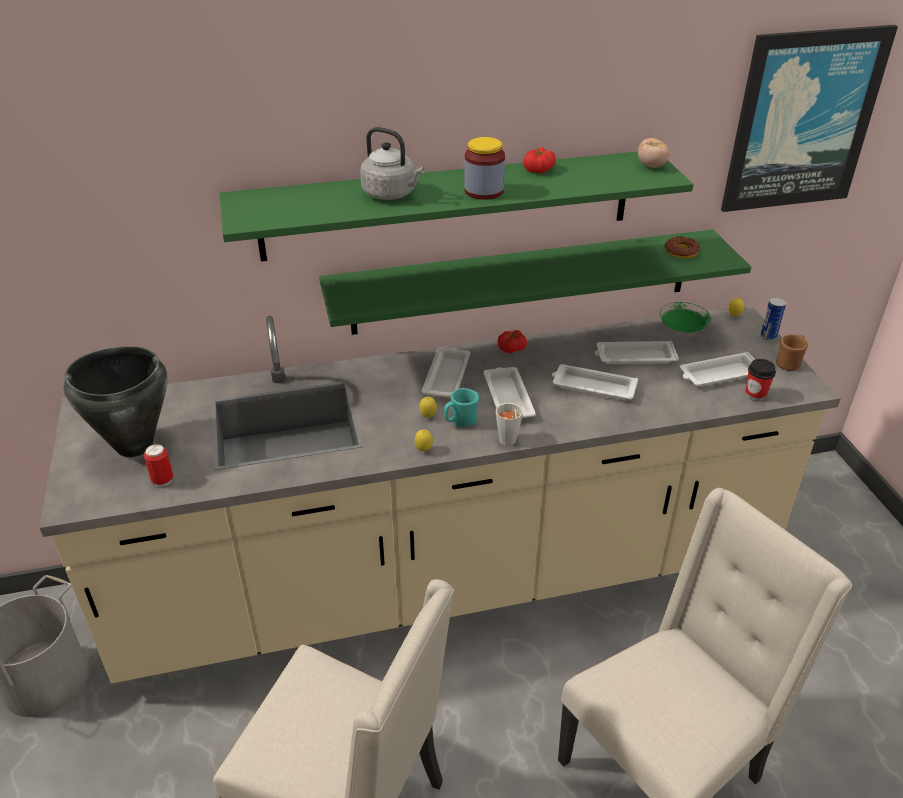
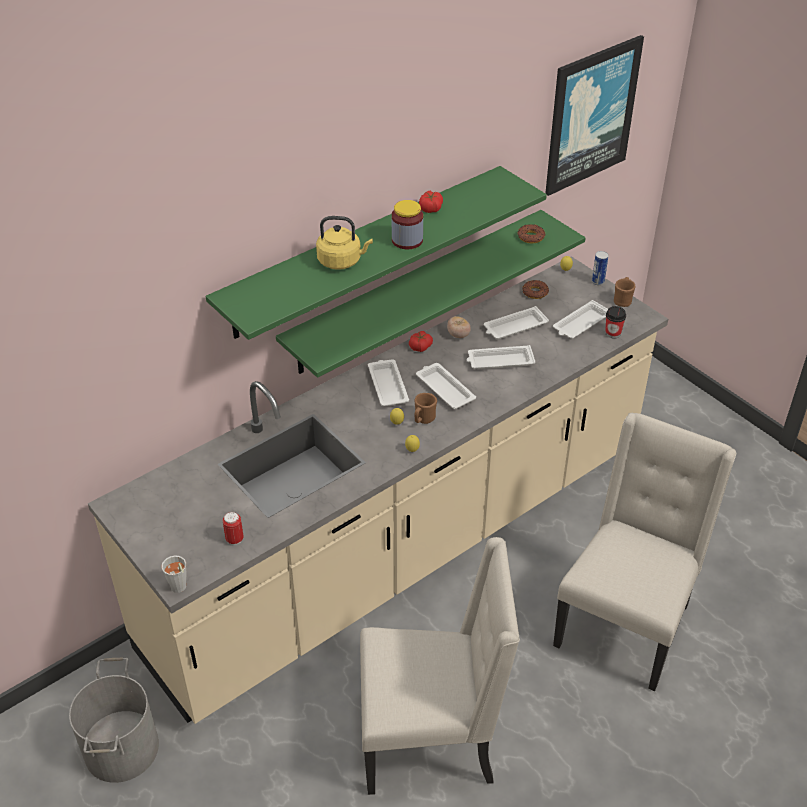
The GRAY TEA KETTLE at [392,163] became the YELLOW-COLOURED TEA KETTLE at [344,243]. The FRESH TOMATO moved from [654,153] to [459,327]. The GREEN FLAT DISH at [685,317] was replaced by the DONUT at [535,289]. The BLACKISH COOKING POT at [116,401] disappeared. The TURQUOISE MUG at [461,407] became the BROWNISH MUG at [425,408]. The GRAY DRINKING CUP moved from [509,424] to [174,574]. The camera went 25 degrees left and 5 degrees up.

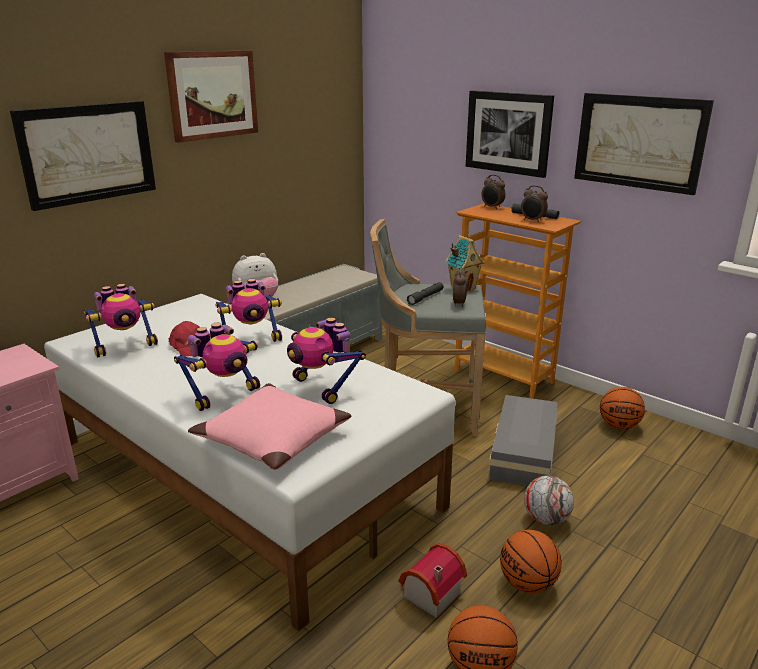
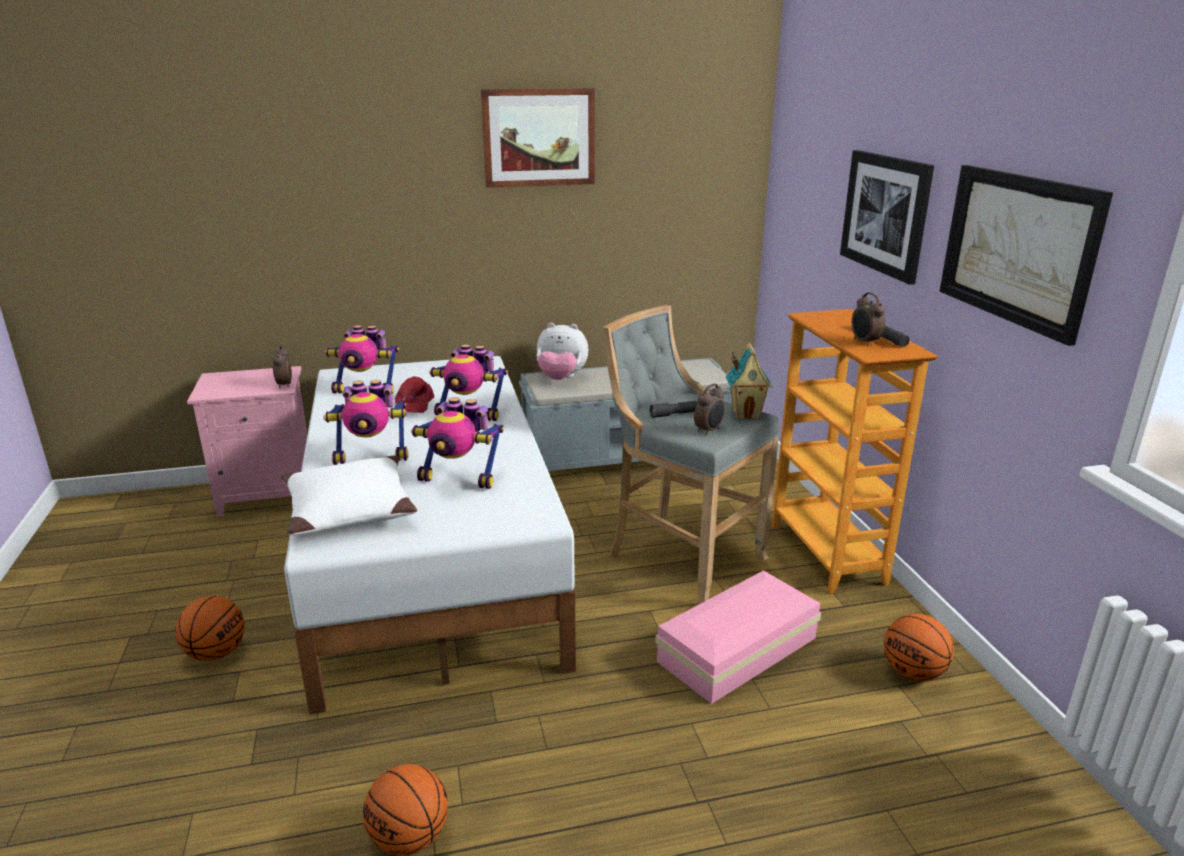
The WALL PICTURE at [83,156] disappeared. The ALARM CLOCK moved from [494,192] to [282,367]. The MODEL ROBOT at [326,361] turned 75 degrees counterclockwise. The PINKISH THROW PILLOW at [270,426] became the WHITE THROW PILLOW at [349,495]. The GRAY STORAGE BIN at [523,440] became the PINKISH STORAGE BIN at [738,637]. The FOOTBALL BALL at [549,500] disappeared. The BASKETBALL BALL moved from [531,561] to [210,628]. The MODEL HOUSE at [432,580] disappeared. The camera went 35 degrees right and 0 degrees up.

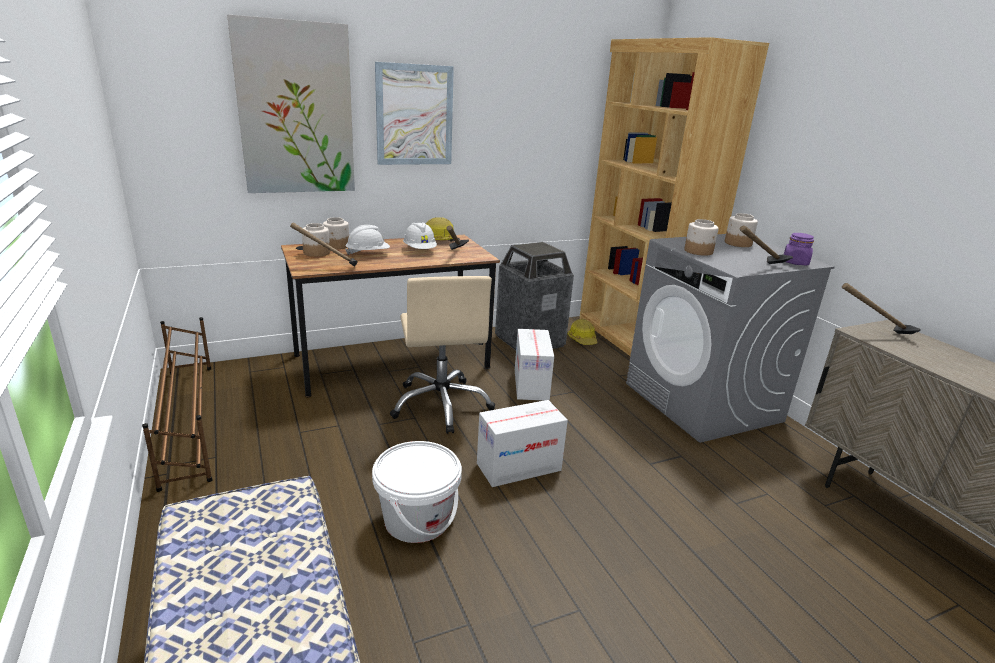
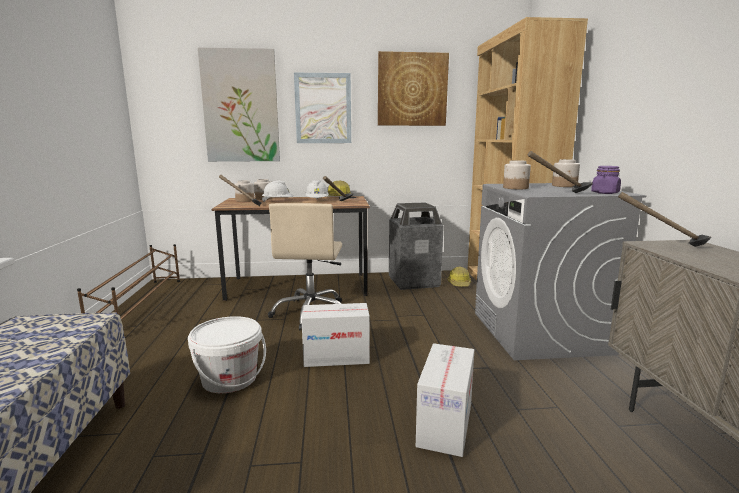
The CARDBOARD BOX moved from [534,365] to [445,400]. The WALL PICTURE at [413,88] appeared. The camera went 20 degrees right and 10 degrees down.

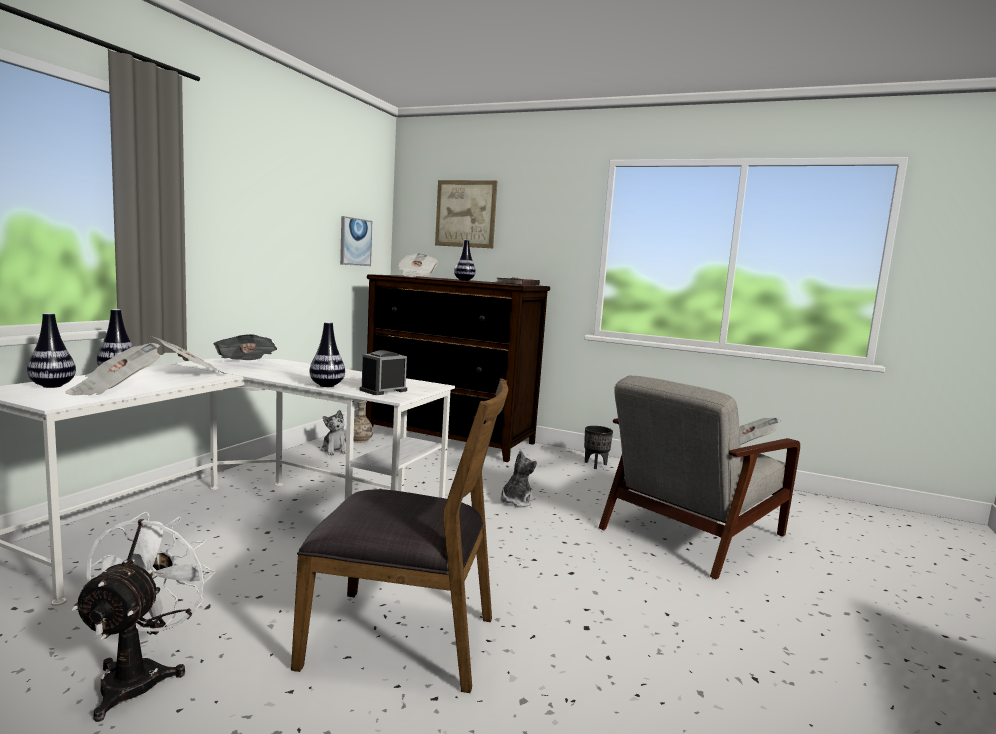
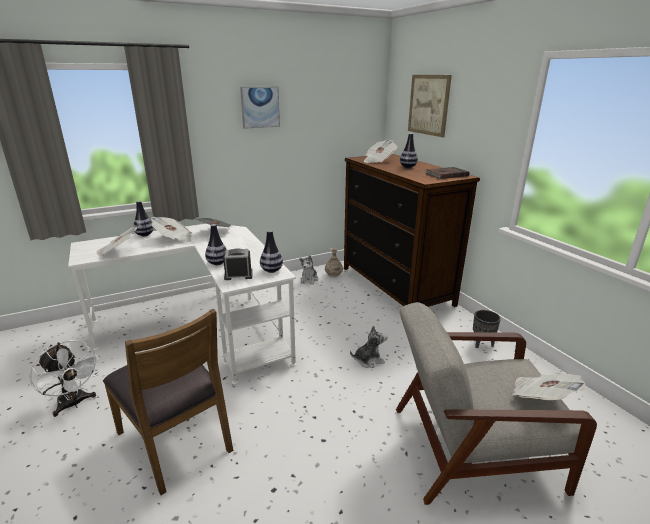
The WALL PICTURE moved from [356,241] to [260,107]. The FLOWER VASE moved from [51,350] to [271,251]. The WHITE ELECTRIC FAN at [143,617] turned 90 degrees clockwise. The camera went 40 degrees right and 15 degrees up.

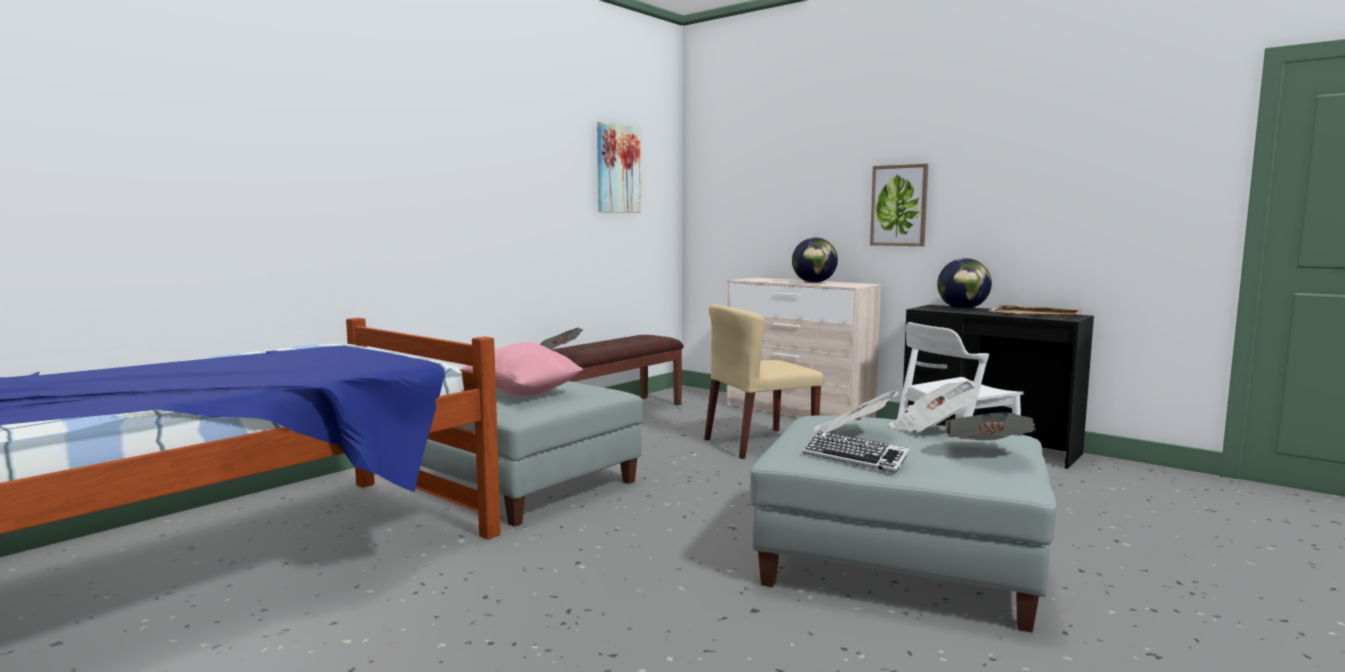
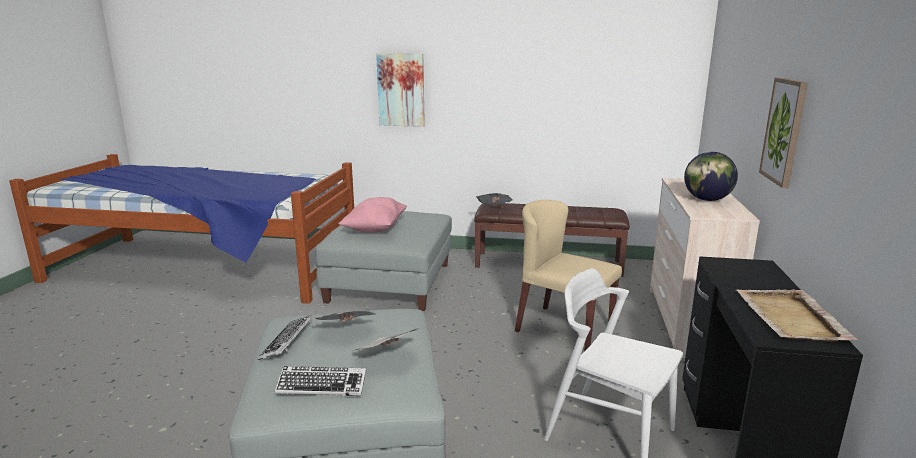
The WALL PICTURE moved from [619,167] to [400,90]. The GLOBE at [964,283] disappeared. The DAILY PAPER at [990,426] was replaced by the COMPUTER KEYBOARD at [320,381]. The camera went 60 degrees right and 10 degrees up.

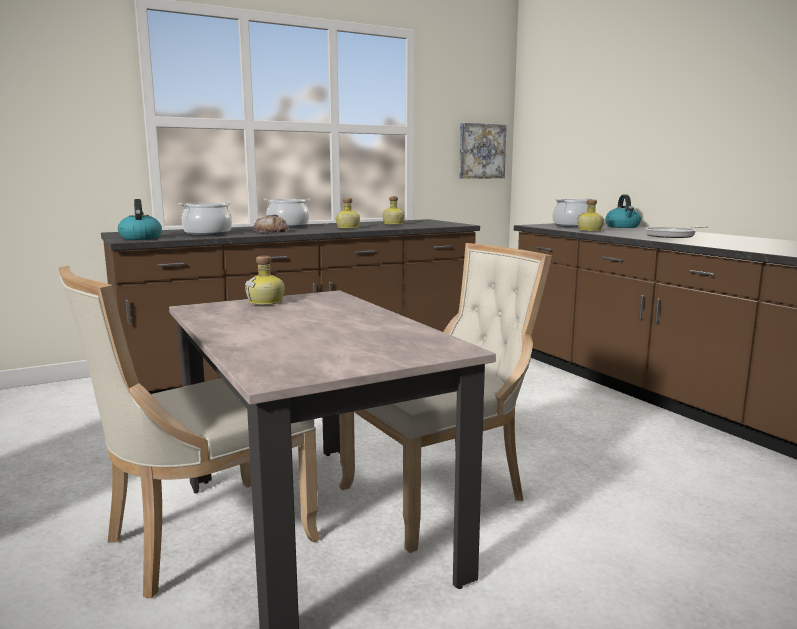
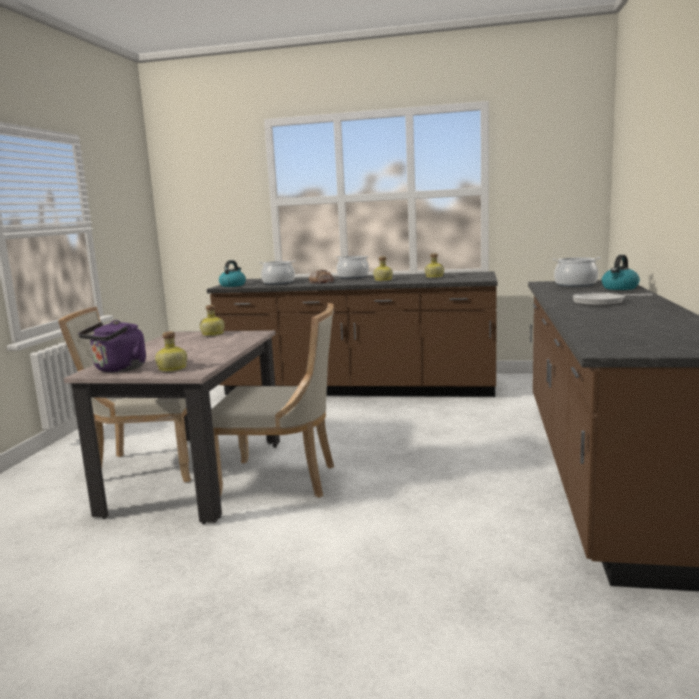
The WALL PICTURE at [483,151] disappeared. The BEVERAGE BOTTLE moved from [590,215] to [171,352]. The PURPLE TEA KETTLE at [112,346] appeared. The camera went 40 degrees right and 0 degrees up.

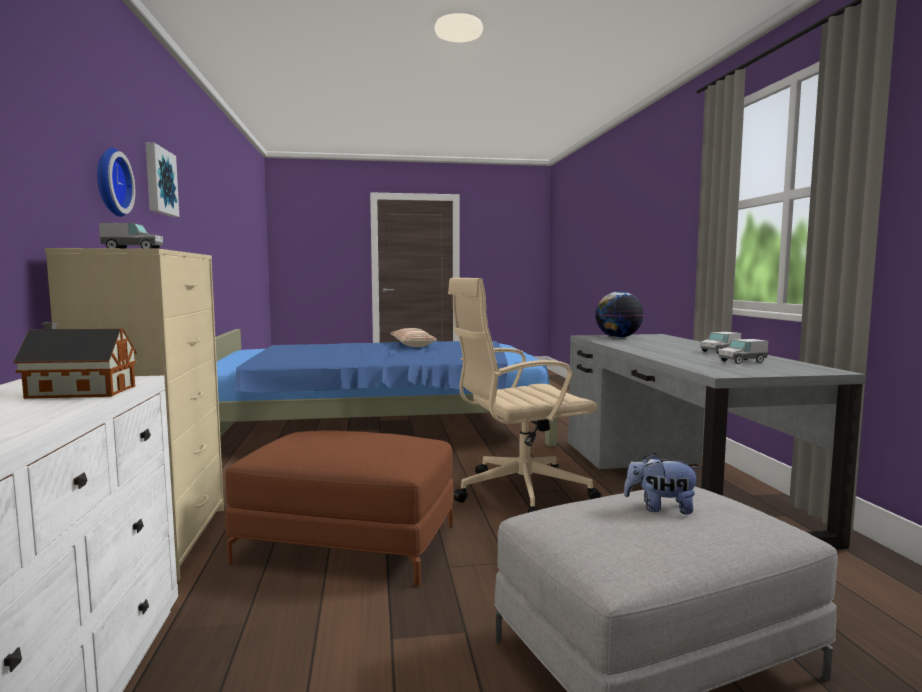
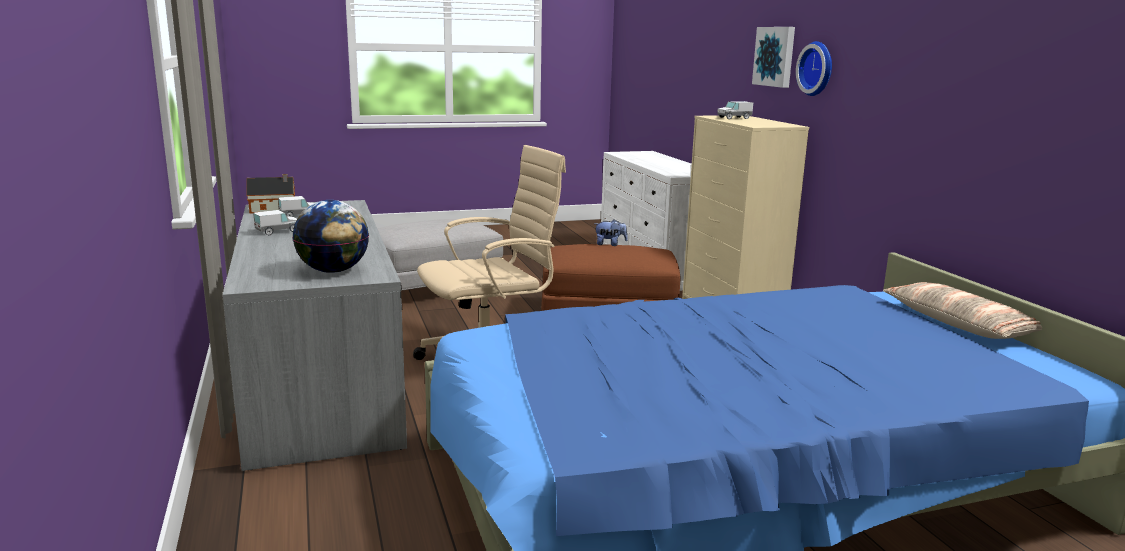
The WALL PICTURE moved from [162,179] to [773,57]. The MODEL HOUSE moved from [75,360] to [270,194]. The THROW PILLOW moved from [413,337] to [962,310]. The PLUSH TOY moved from [663,483] to [611,232]. The camera went 170 degrees right and 10 degrees up.

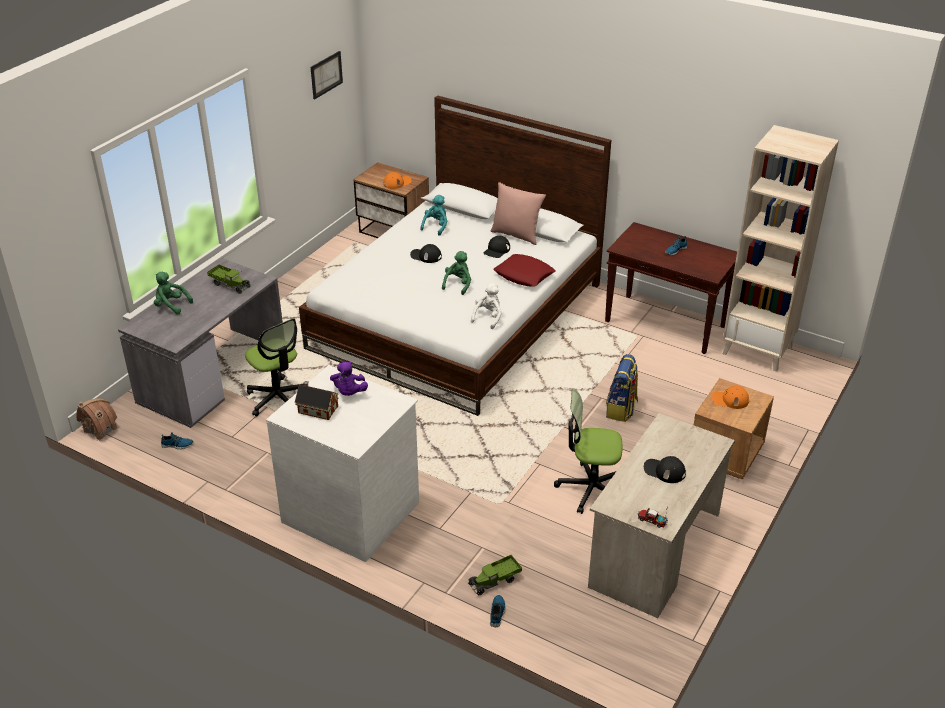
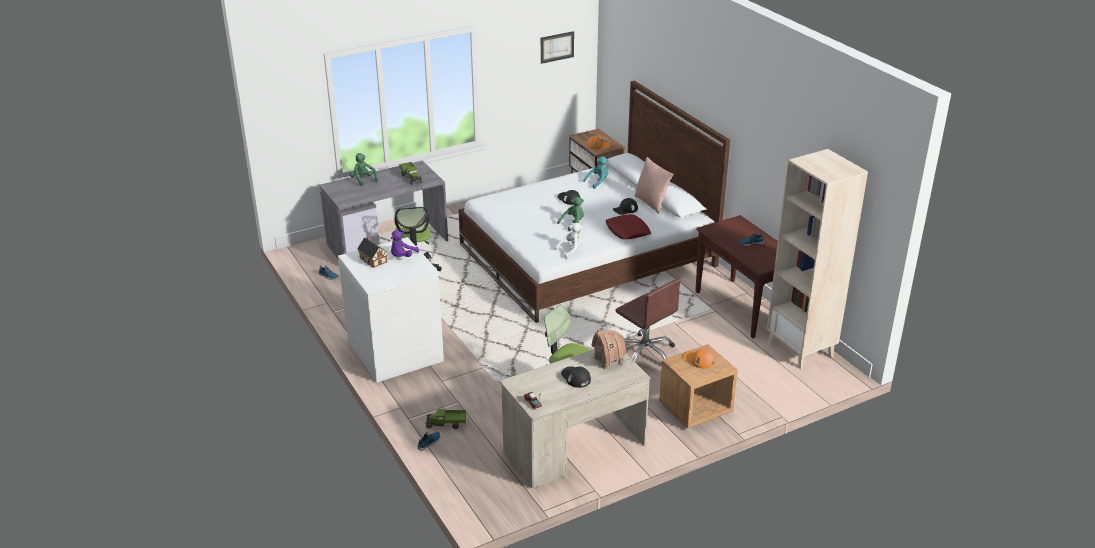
The KNAPSACK at [622,388] was replaced by the BROWNISH COMPUTER CHAIR at [648,320]. The MODEL HOUSE moved from [96,419] to [609,350]. The camera went 30 degrees right and 5 degrees down.

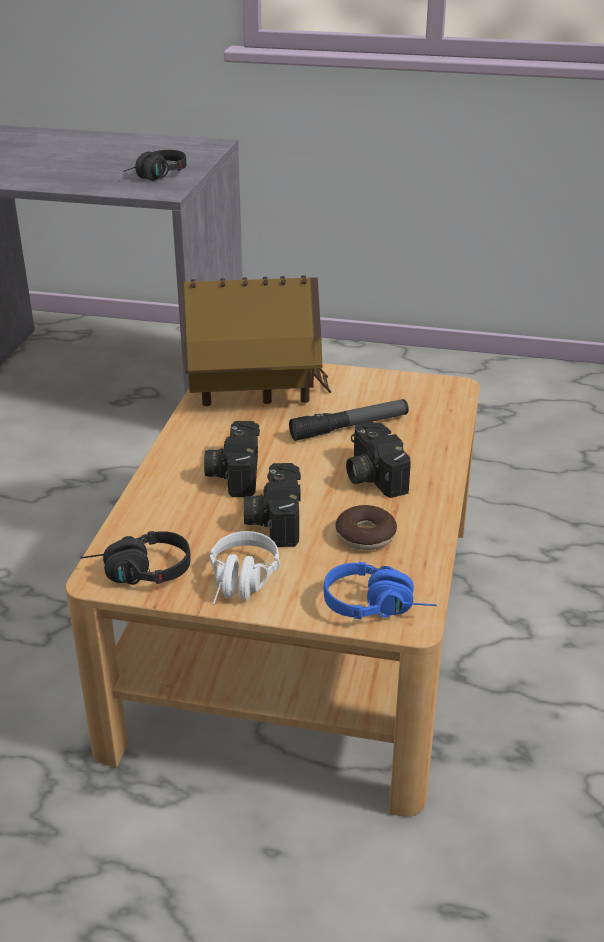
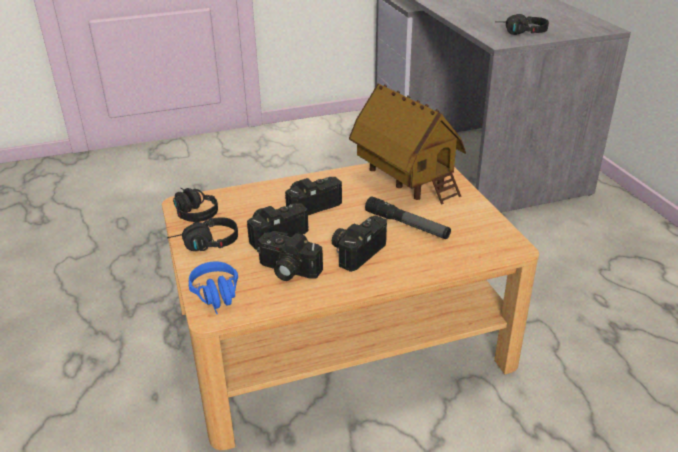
The DONUT at [366,527] was replaced by the STILL CAMERA at [290,256]. The WHITE PAIR OF HEADPHONES at [244,568] became the BLACKISH PAIR OF HEADPHONES at [202,234]. The camera went 60 degrees right and 0 degrees up.

